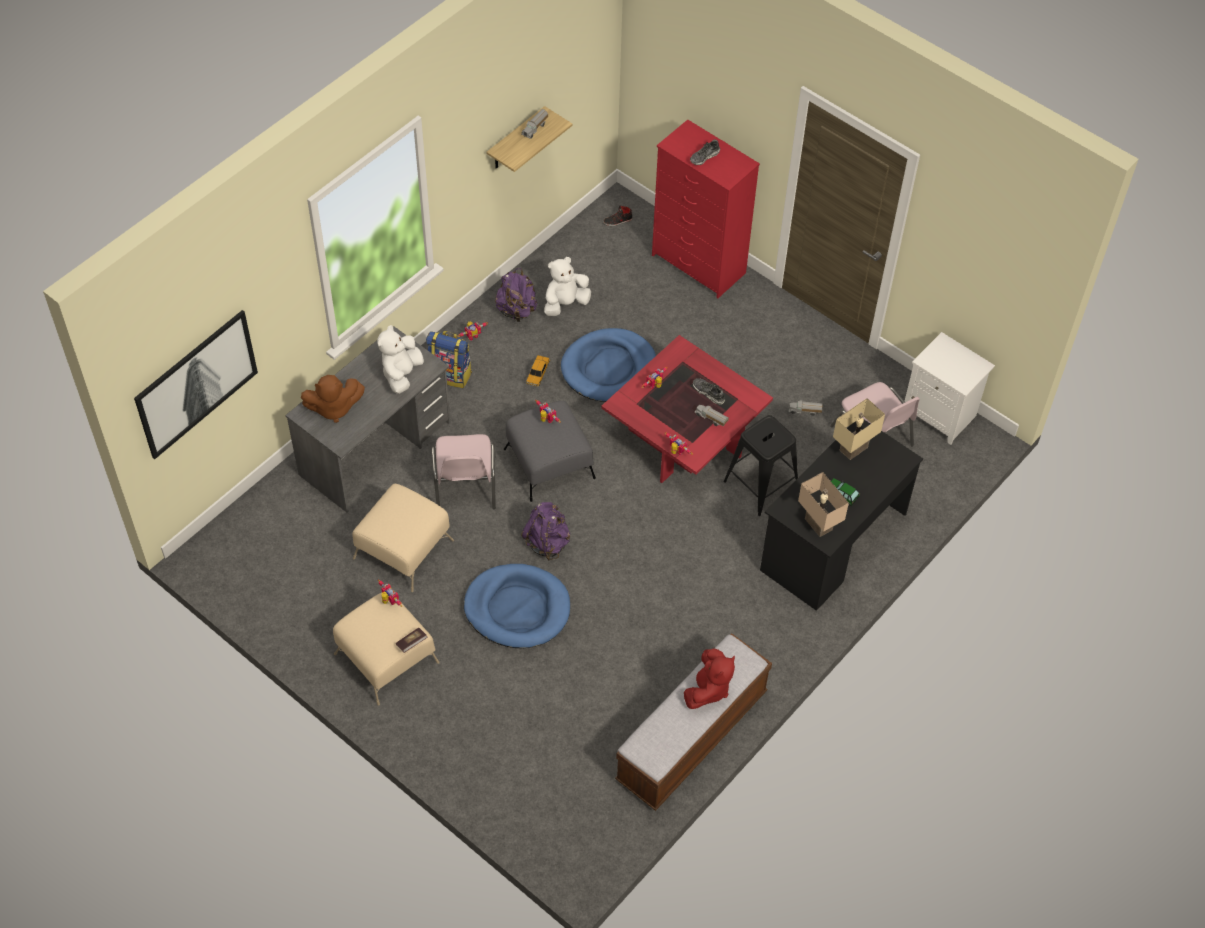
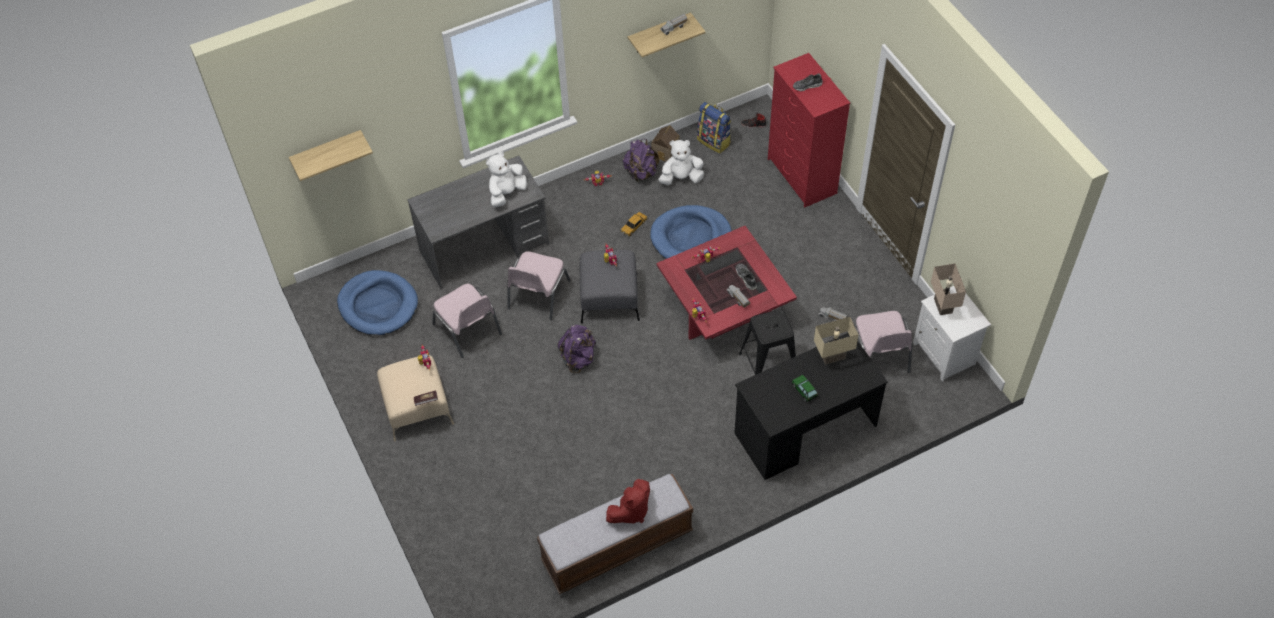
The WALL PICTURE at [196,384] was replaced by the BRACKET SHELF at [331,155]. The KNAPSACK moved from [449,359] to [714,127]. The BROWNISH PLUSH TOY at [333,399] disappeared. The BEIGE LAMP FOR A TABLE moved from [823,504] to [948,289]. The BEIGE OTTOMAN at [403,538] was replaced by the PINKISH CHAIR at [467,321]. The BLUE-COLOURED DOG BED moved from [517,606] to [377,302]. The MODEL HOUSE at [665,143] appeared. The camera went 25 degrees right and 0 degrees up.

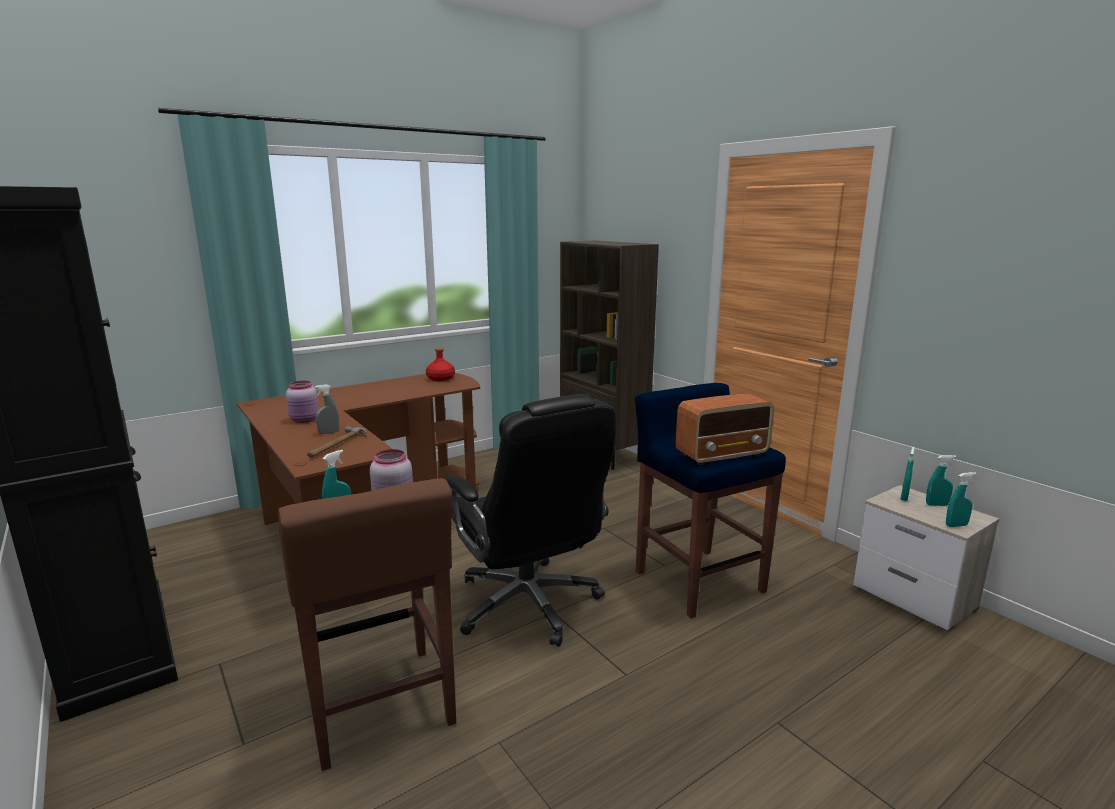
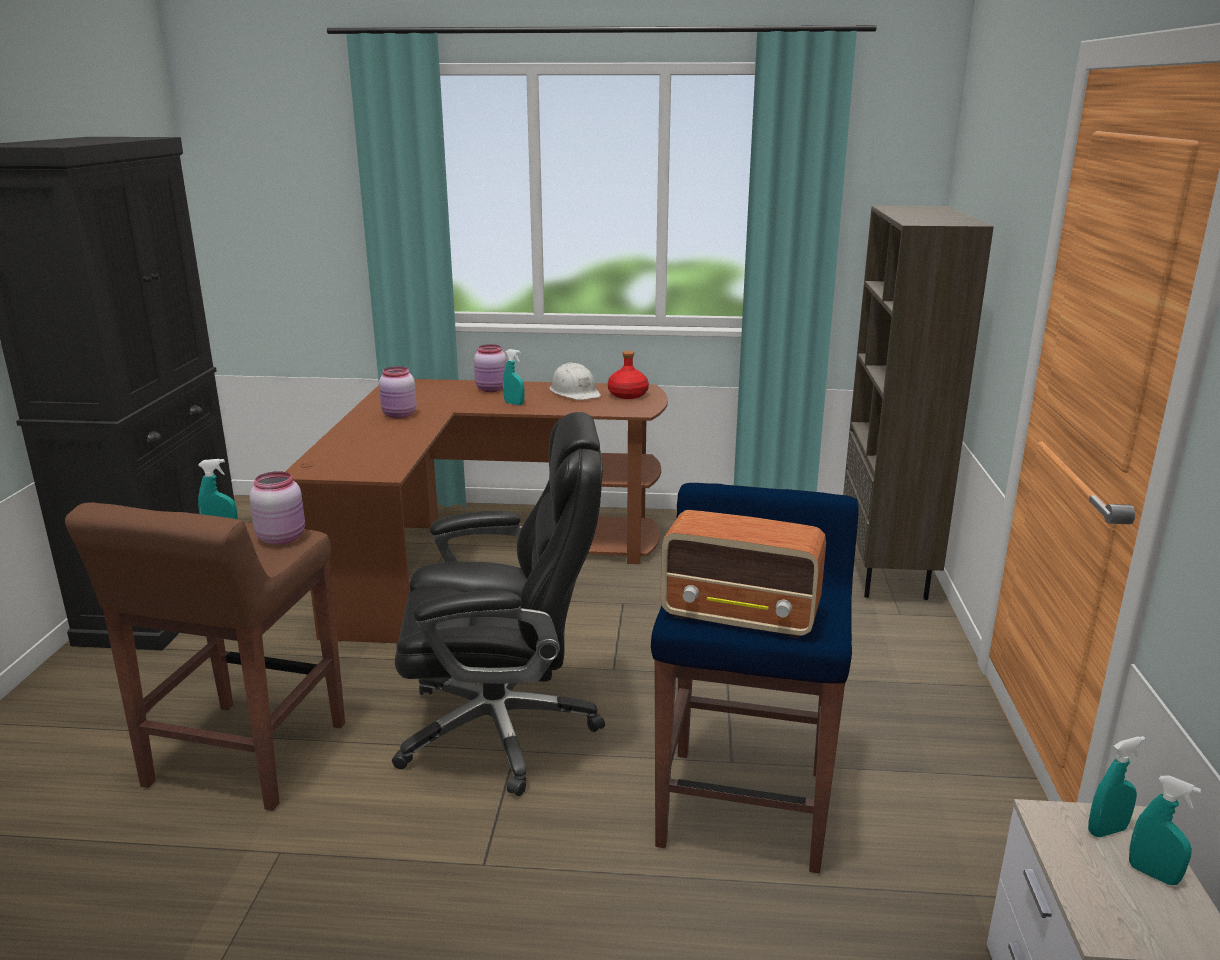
The GRAY HAND SPRAYER at [327,409] disappeared. The BLACKISH COMPUTER CHAIR at [529,520] turned 105 degrees counterclockwise. The HAMMER at [336,442] disappeared. The TURQUOISE HAND SPRAYER moved from [961,499] to [514,377]. The PINKISH PRESERVE JAR at [490,368] appeared. The WHITE HARD HAT at [575,381] appeared. The camera went 40 degrees right and 5 degrees up.

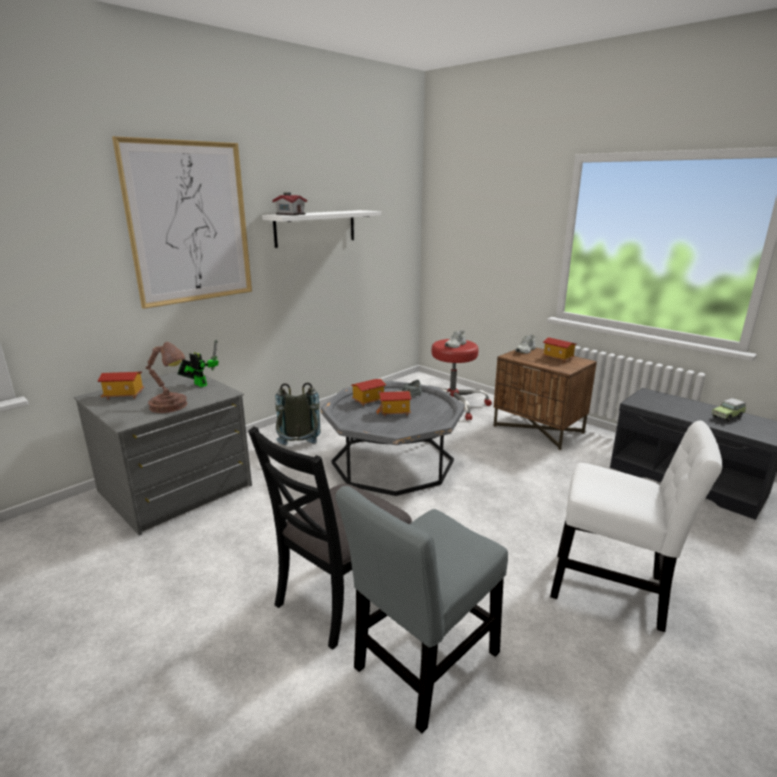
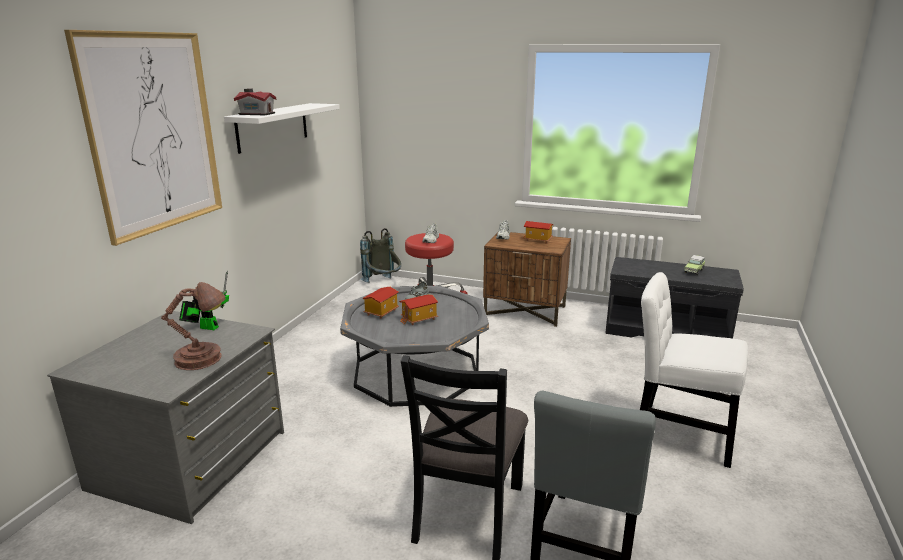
The MODEL HOUSE at [121,386] disappeared. The GRAY KNAPSACK moved from [298,414] to [380,255]. The WHITE CHAIR at [636,526] turned 150 degrees counterclockwise. The camera went 25 degrees left and 0 degrees up.

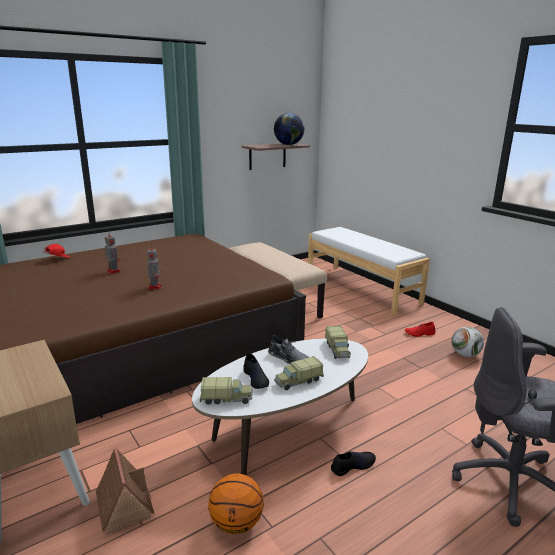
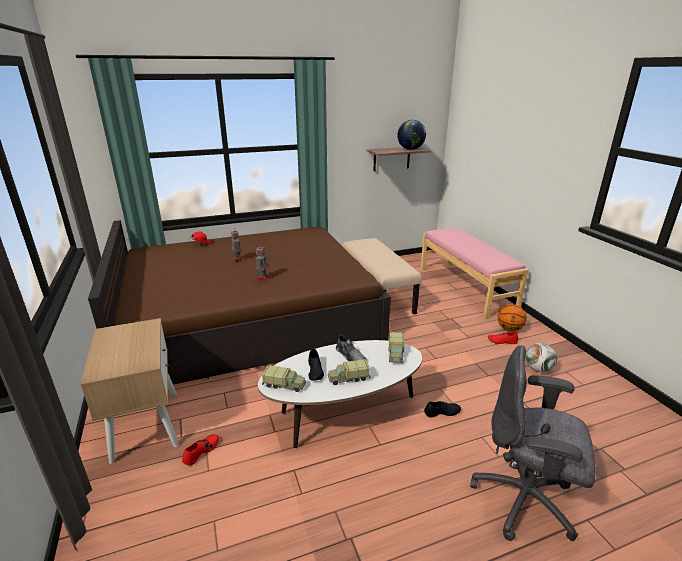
The WHITE BENCH at [369,271] became the PINKISH BENCH at [475,273]. The MODEL HOUSE at [125,489] was replaced by the RED SHOE at [200,450]. The BLACKISH SHOE moved from [353,464] to [442,409]. The BASKETBALL BALL moved from [236,503] to [512,317]. The camera went 15 degrees right and 5 degrees up.

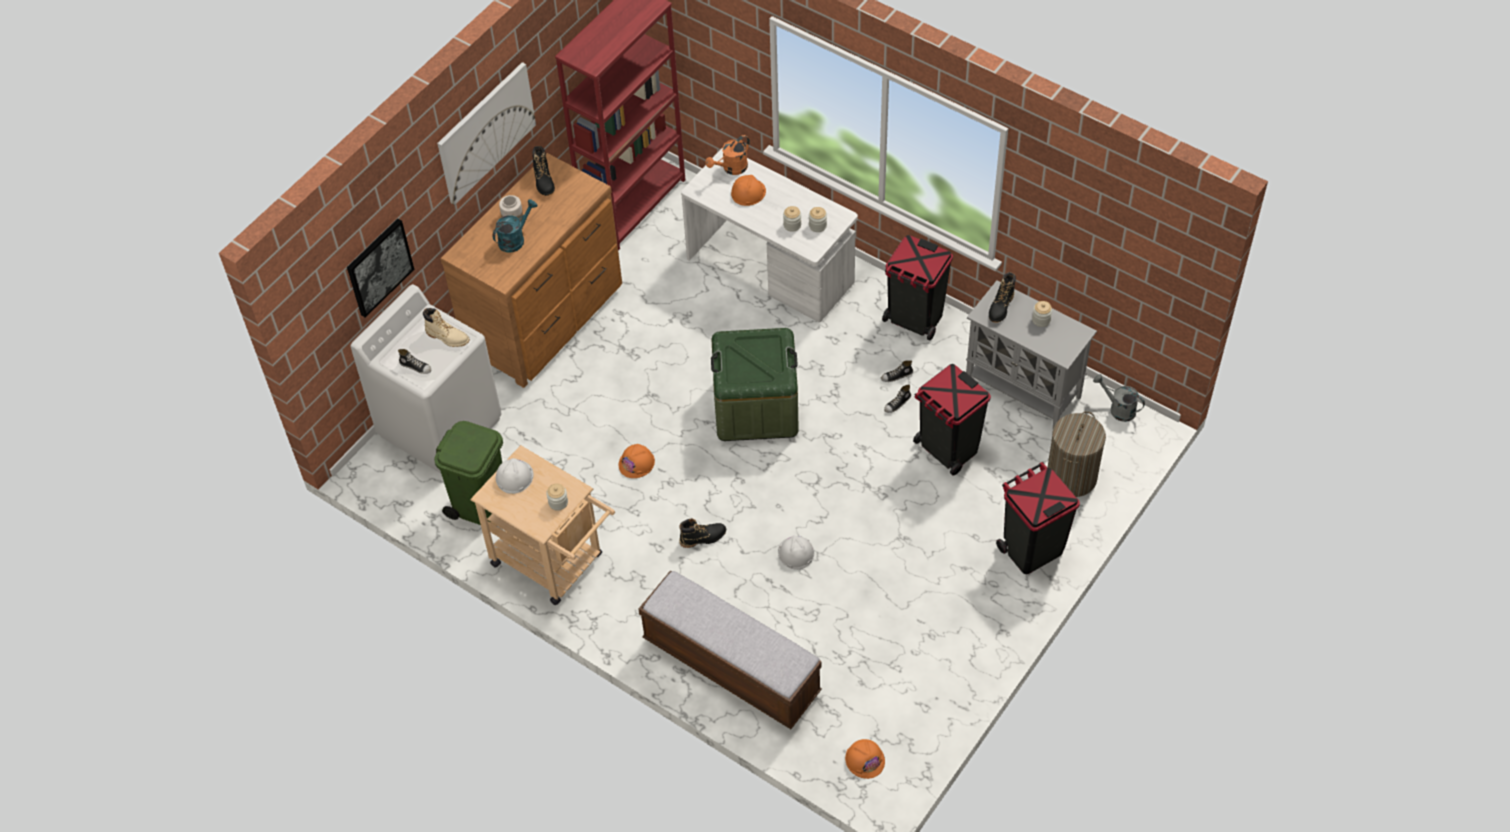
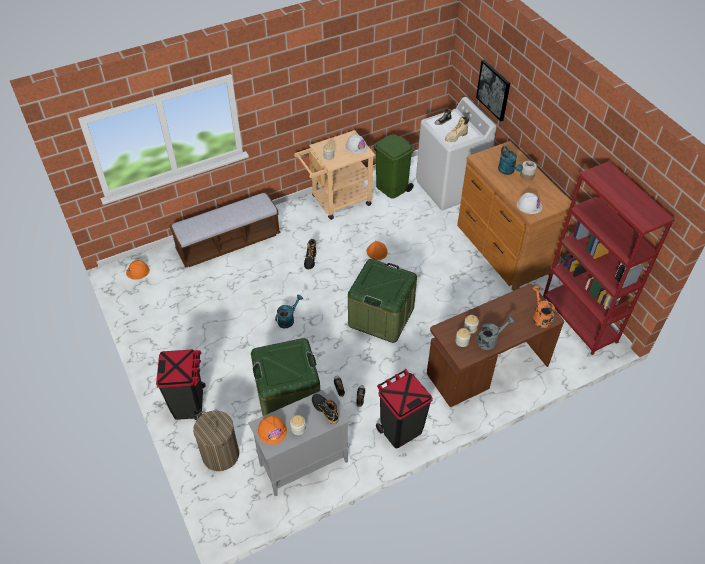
The WALL PICTURE at [486,133] disappeared. The BLACKISH HIGH-TOP BOOT at [543,171] disappeared. The WHITE DESK TABLE at [769,235] became the BROWNISH DESK TABLE at [495,345]. The ORANGE HARD HAT moved from [748,190] to [272,430]. The BLACKISH TRASH CAN at [952,419] was replaced by the GREEN STORAGE BIN at [285,377]. The GRAY WATERING POT moved from [1119,398] to [495,333]. The WHITE HARD HAT moved from [796,553] to [530,203]. The TURQUOISE WATERING POT at [289,311] appeared. The camera went 115 degrees right and 5 degrees down.

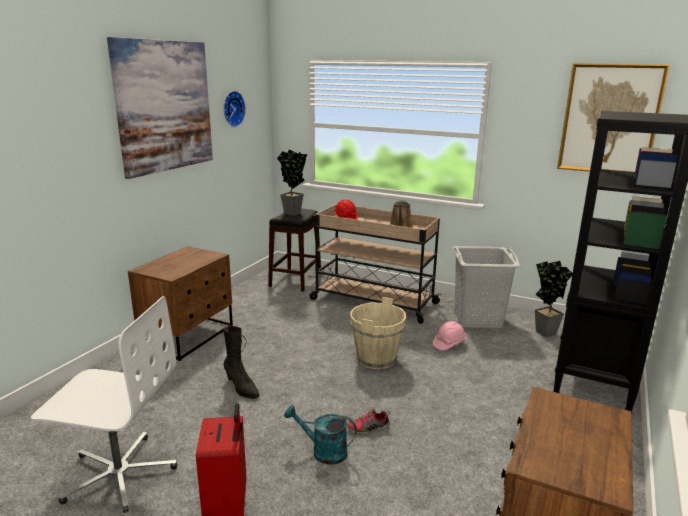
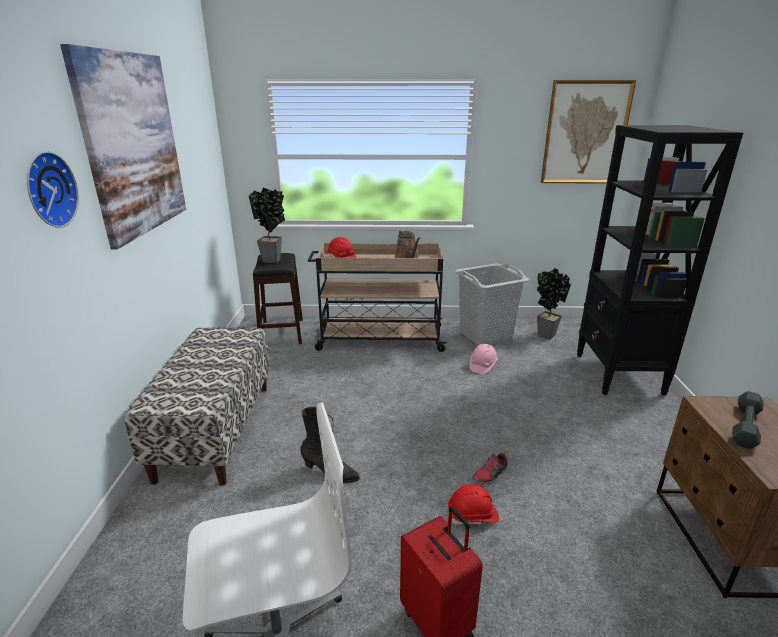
The HANGING CLOCK moved from [235,109] to [53,189]. The BROWNISH NIGHT TABLE at [180,303] was replaced by the BENCH at [197,406]. The BEIGE WATER BUCKET at [378,333] disappeared. The TURQUOISE WATERING POT at [320,435] was replaced by the RED HARD HAT at [473,504]. The GRAY FREE WEIGHT at [747,420] appeared. The camera went 25 degrees left and 5 degrees up.

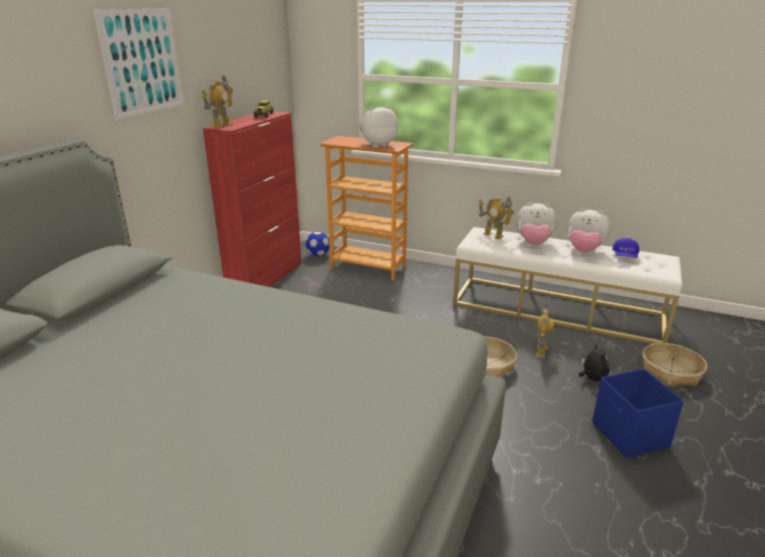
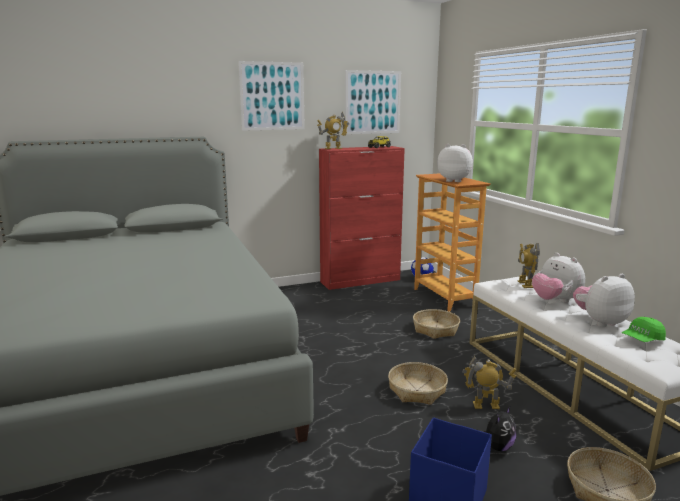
The PLUSH TOY at [588,230] turned 90 degrees clockwise. The BLUE-COLOURED CAP at [625,248] became the GREEN CAP at [644,329]. The MODEL ROBOT at [545,330] turned 150 degrees counterclockwise. The WALL PICTURE at [373,102] appeared. The HOUSEHOLD BASKET at [436,324] appeared. The camera went 45 degrees right and 10 degrees down.

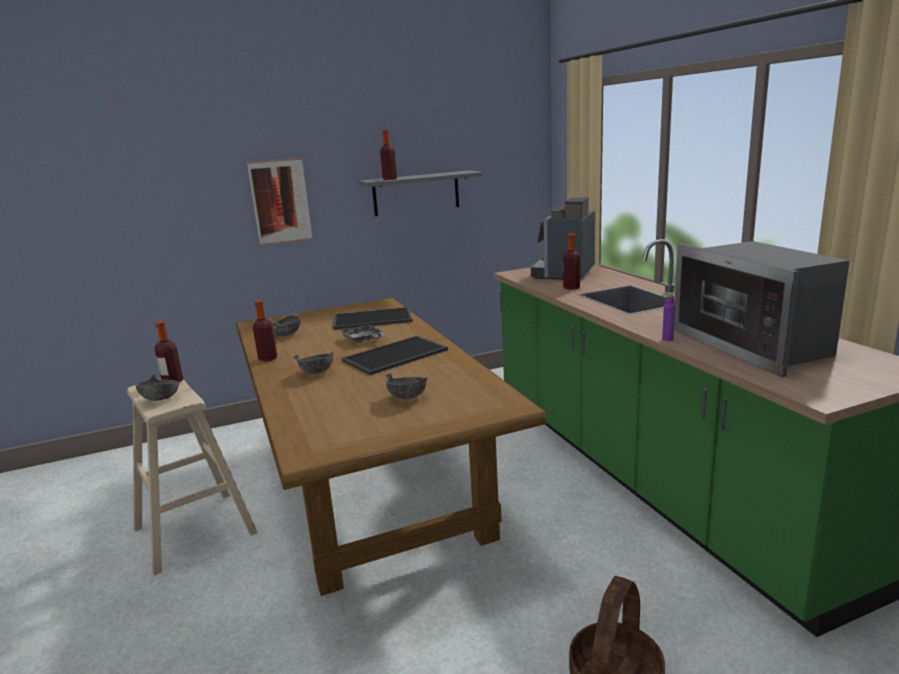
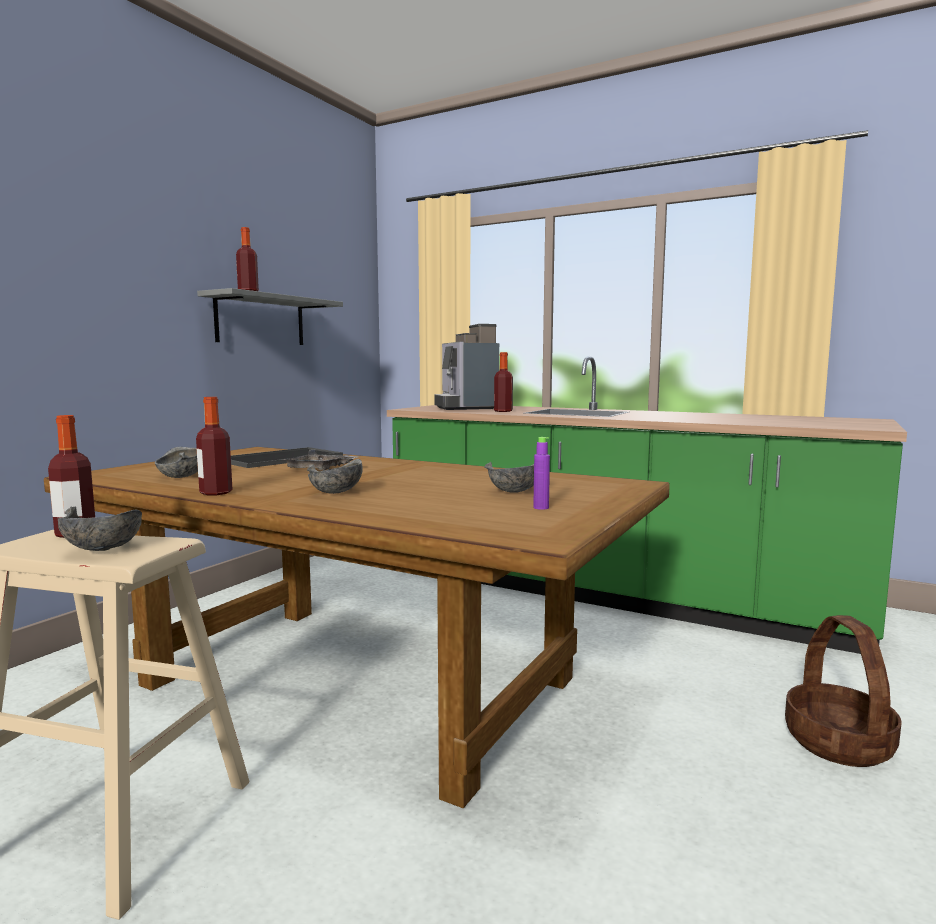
The WALL PICTURE at [280,201] disappeared. The MICROWAVE OVEN at [762,309] disappeared. The PURPLE BEVERAGE BOTTLE moved from [668,316] to [541,473]. The SERVING TRAY at [395,355] disappeared. The camera went 40 degrees left and 10 degrees down.

